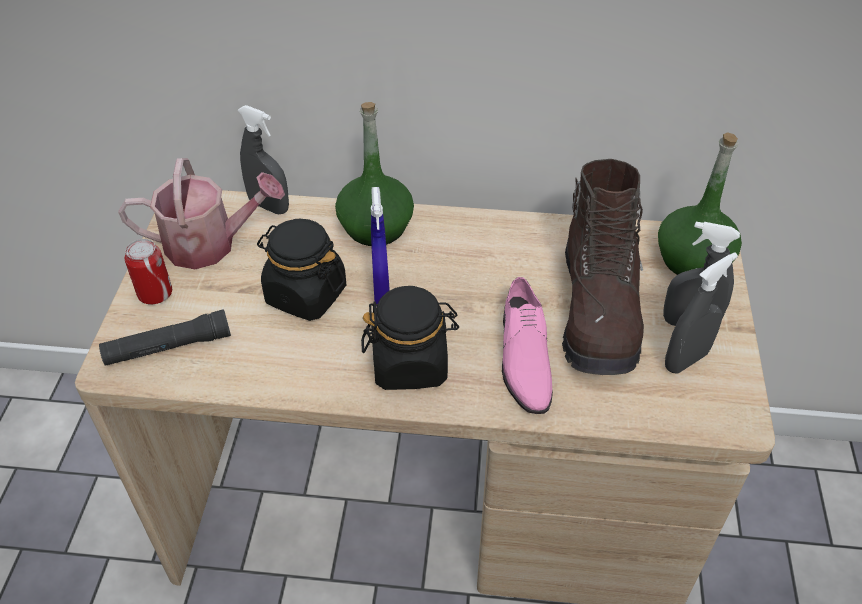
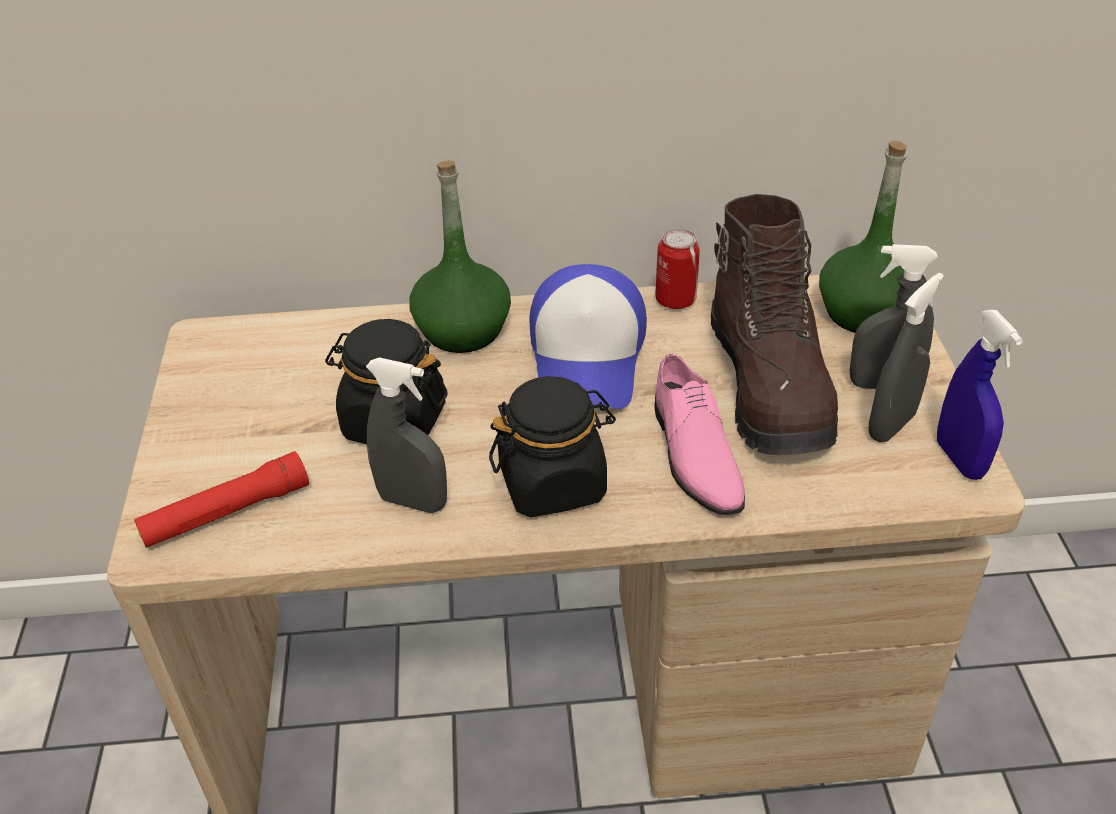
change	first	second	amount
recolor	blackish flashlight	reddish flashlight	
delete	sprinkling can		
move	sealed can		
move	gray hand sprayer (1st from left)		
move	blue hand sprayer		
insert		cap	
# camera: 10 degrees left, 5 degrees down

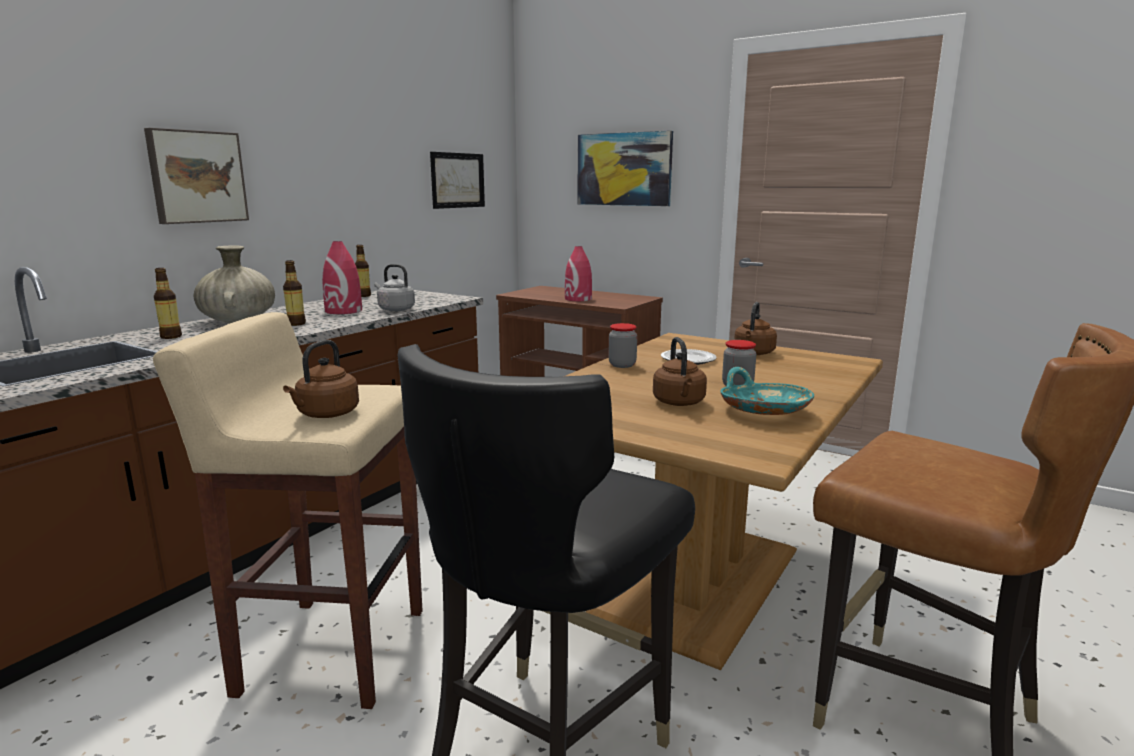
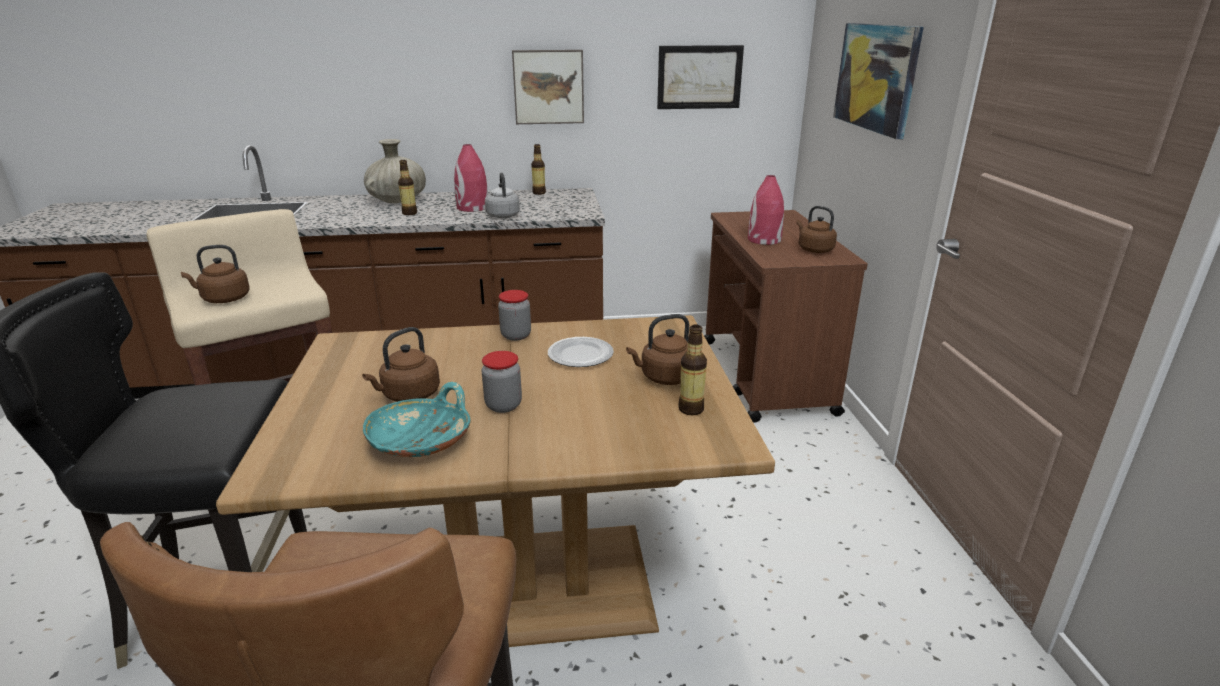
change	first	second	amount
move	picture (1st from left)		
move	beverage bottle (1st from left in the first image)	beverage bottle (3rd from left)	
insert		brown water kettle (4th from left)	
# camera: 50 degrees right, 10 degrees up

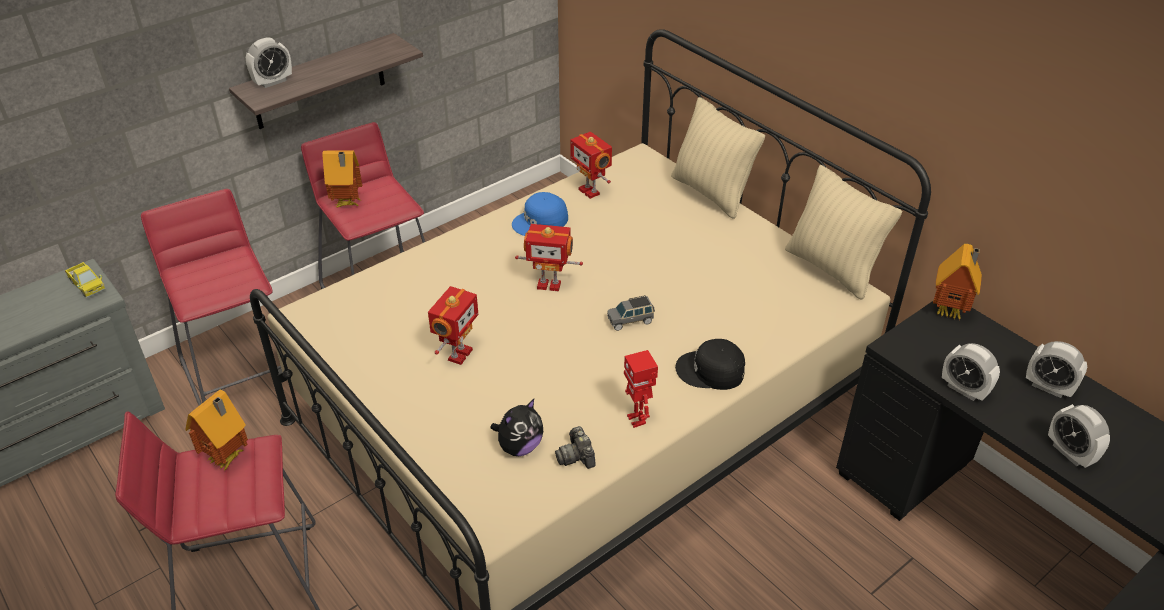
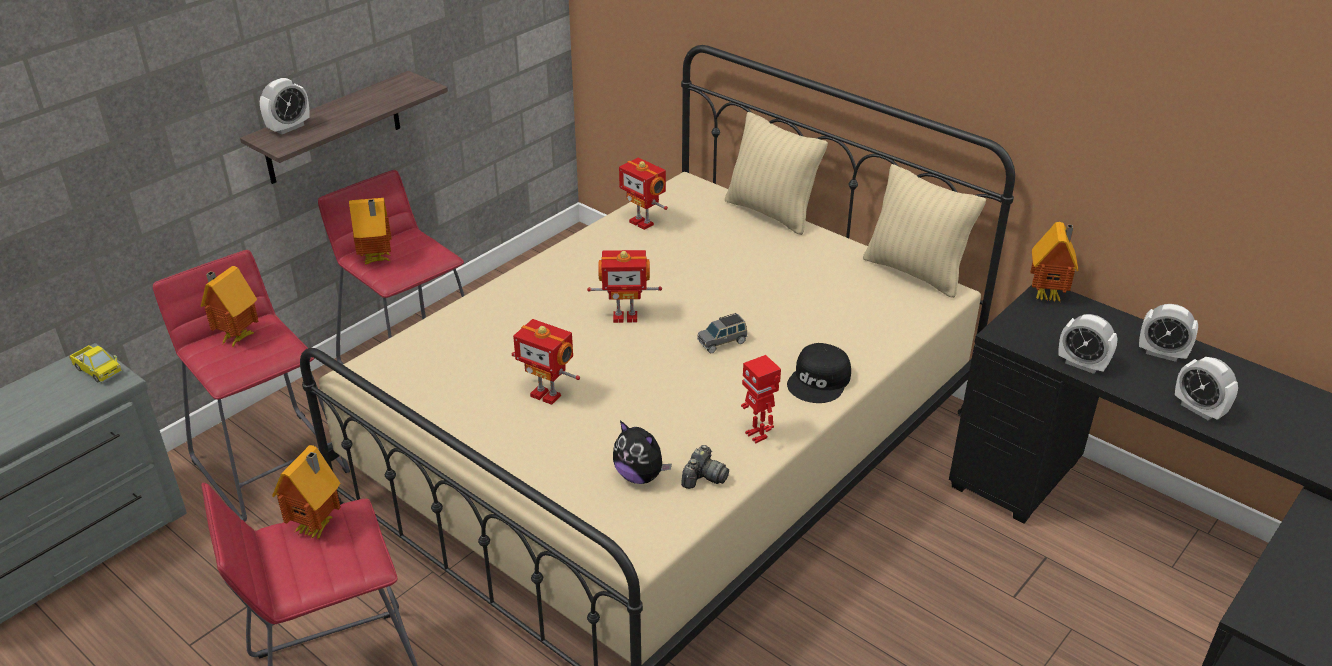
change	first	second	amount
rotate	robot figure (1st from left)		105 degrees clockwise
rotate	plush toy		90 degrees clockwise
delete	blue cap		
rotate	still camera		120 degrees counterclockwise
rotate	blackish cap		60 degrees counterclockwise
insert		model house (1st from left)	
# camera: 10 degrees left, 5 degrees down

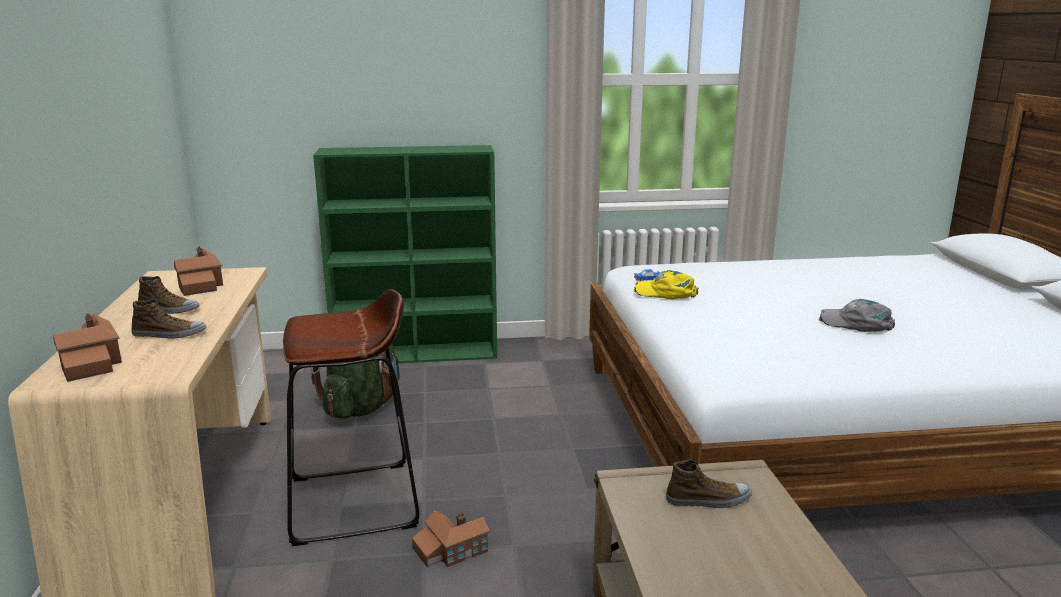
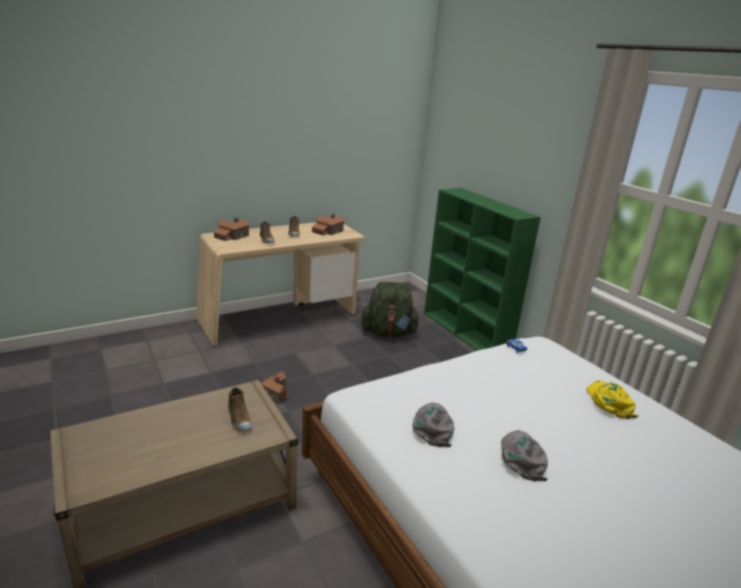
change	first	second	amount
delete	brown sitting stool		
move	yellowish cap		
insert		gray cap (1st from left)	
# camera: 65 degrees right, 5 degrees up

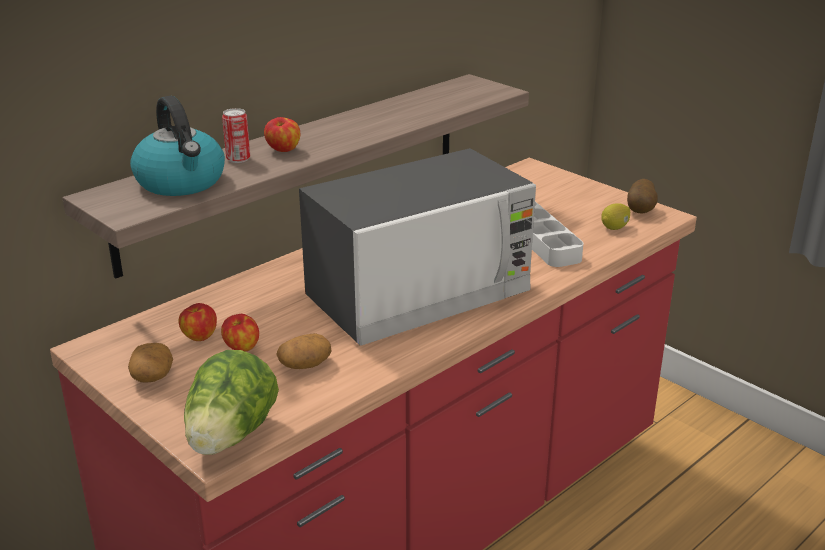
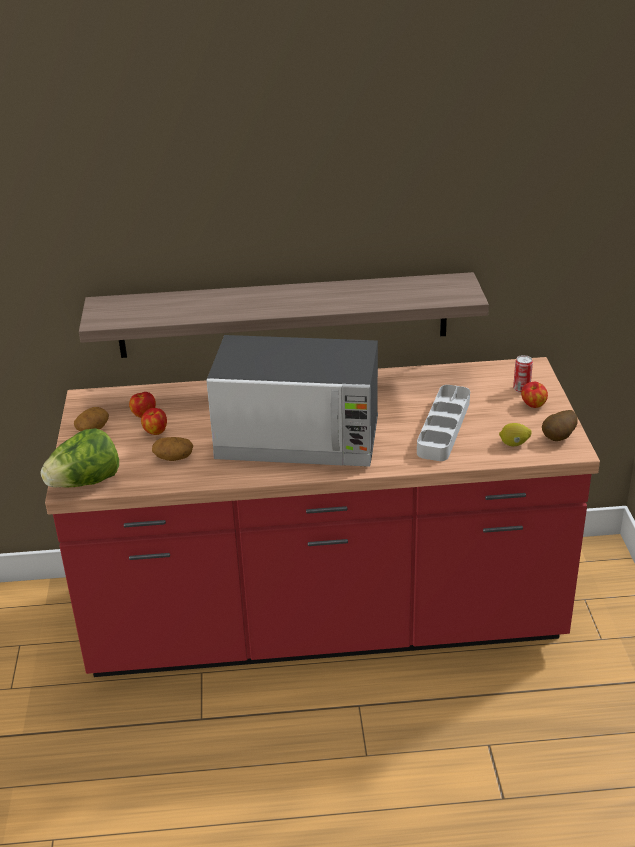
change	first	second	amount
delete	water kettle		
move	sealed can		
move	whole apple (3rd from left)		
# camera: 40 degrees right, 5 degrees up

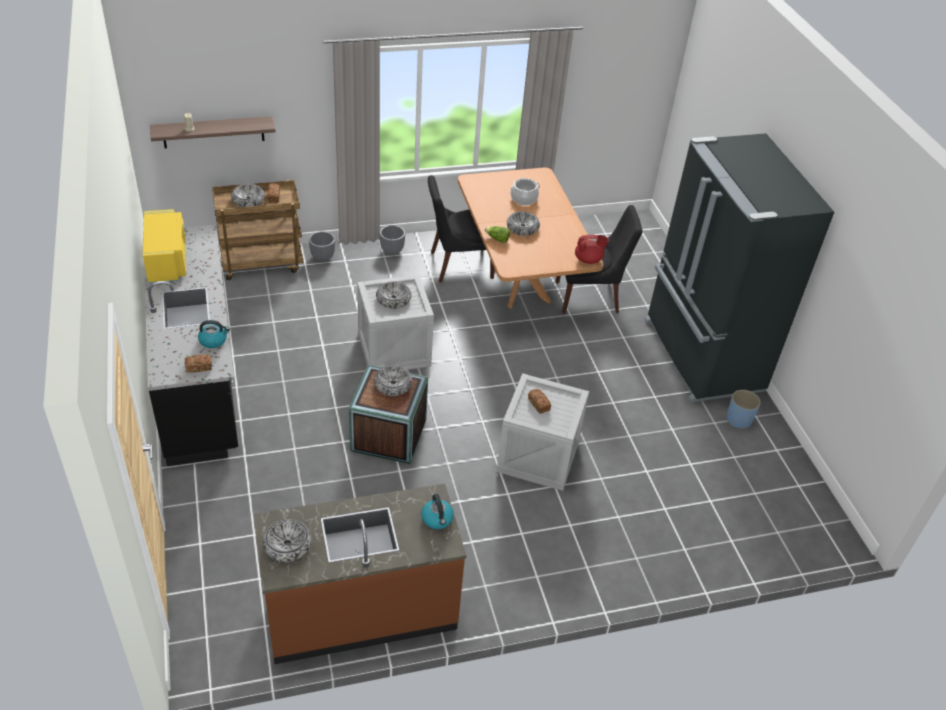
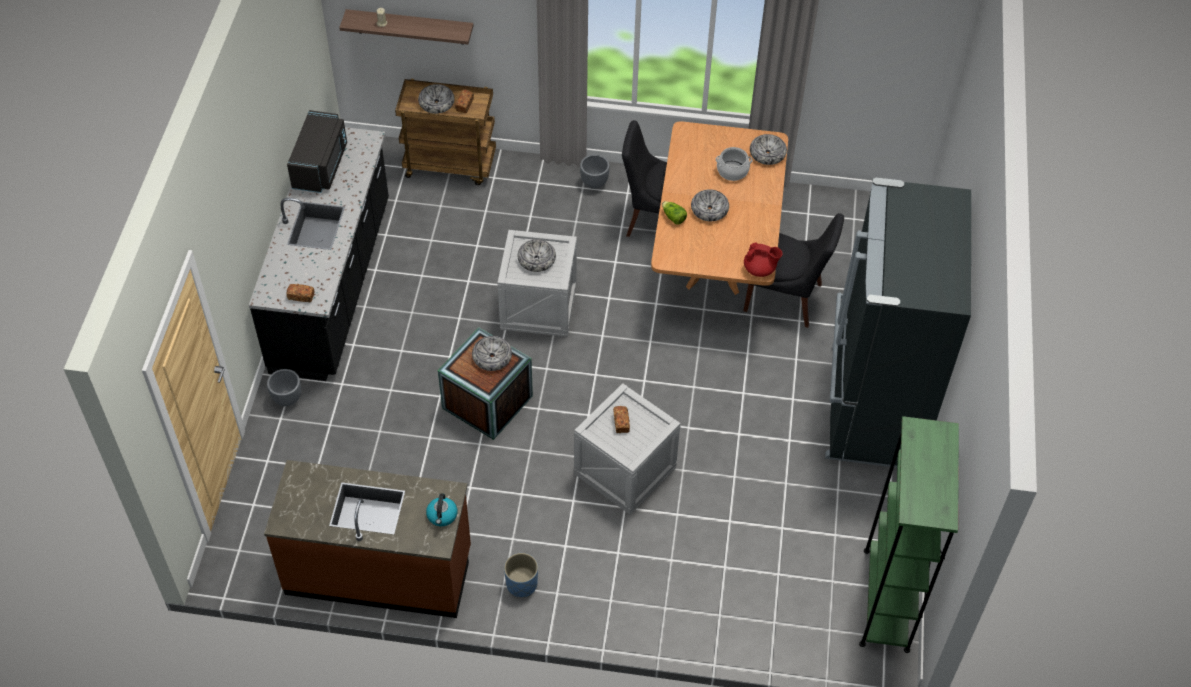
change	first	second	amount
recolor	yellowish kitchen microwave	blackish kitchen microwave	
delete	water kettle (1st from left)		
move	deep dish (2nd from left in the first image)	deep dish (5th from left)	
move	gray planter (1st from left)		
move	blue planter		
insert		greenish bookcase	
# camera: 25 degrees right, 10 degrees up

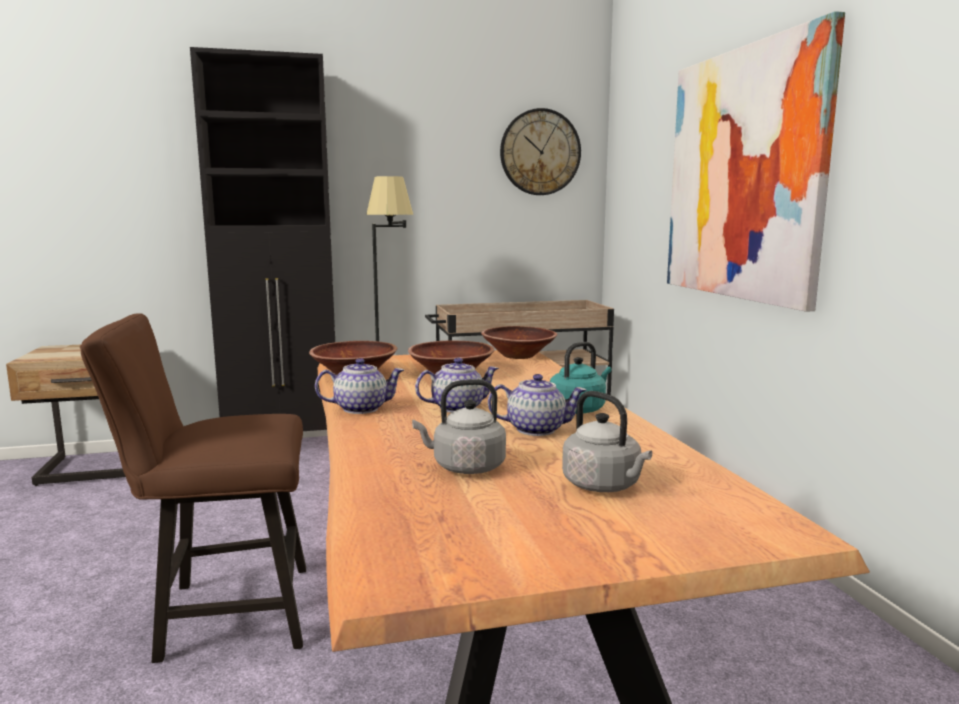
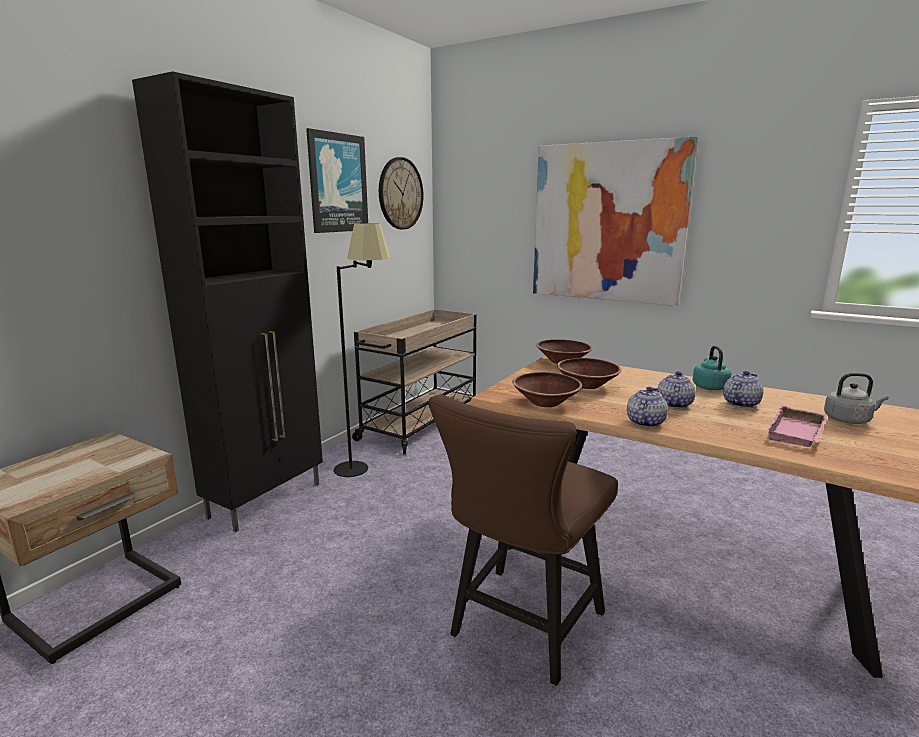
change	first	second	amount
replace	gray water kettle (1st from left)	pink-coloured serving tray	
insert		picture (1st from left)	
# camera: 45 degrees left, 5 degrees up

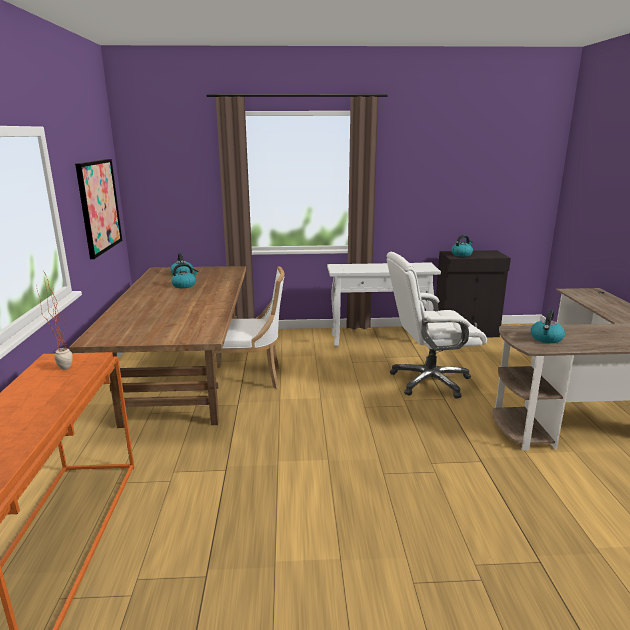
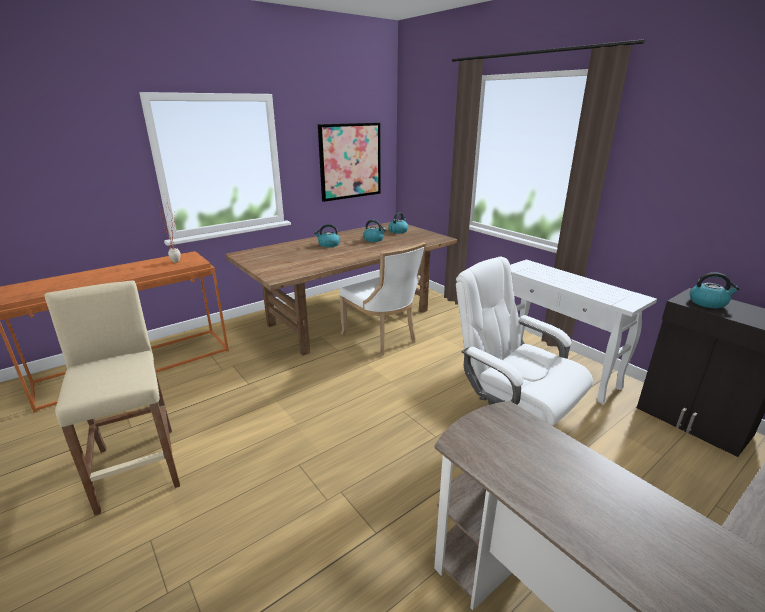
change	first	second	amount
move	water kettle (4th from left in the first image)	water kettle (1st from left)	
insert		beige sitting stool	
# camera: 55 degrees right, 5 degrees up

